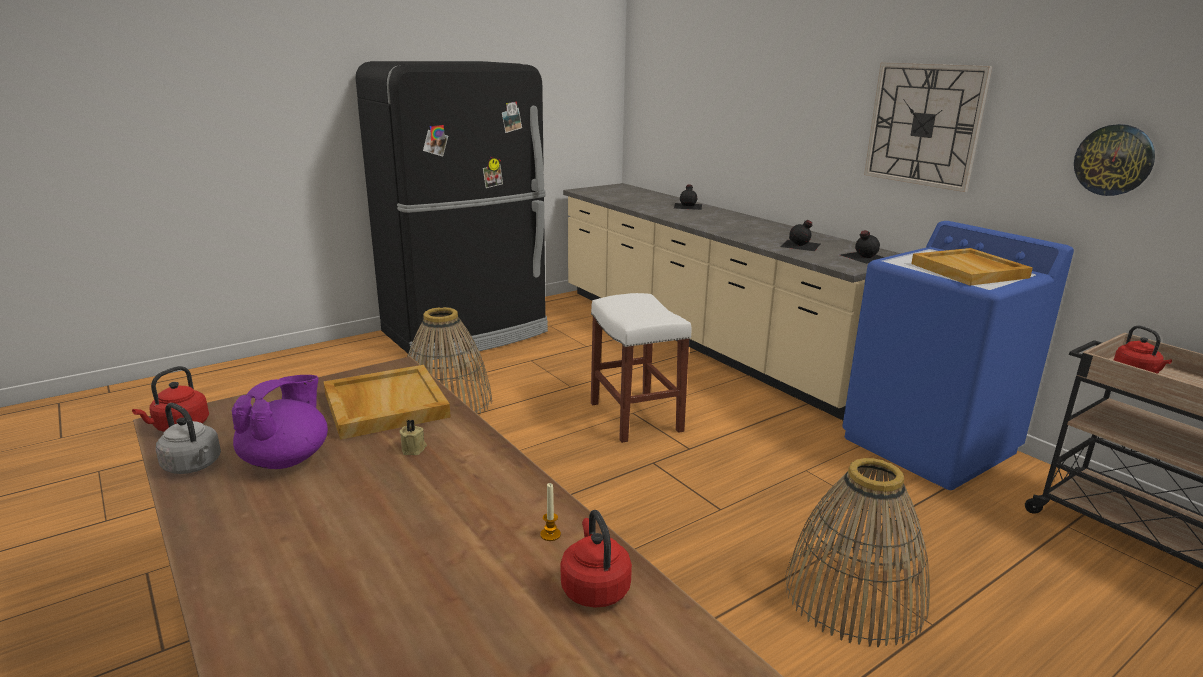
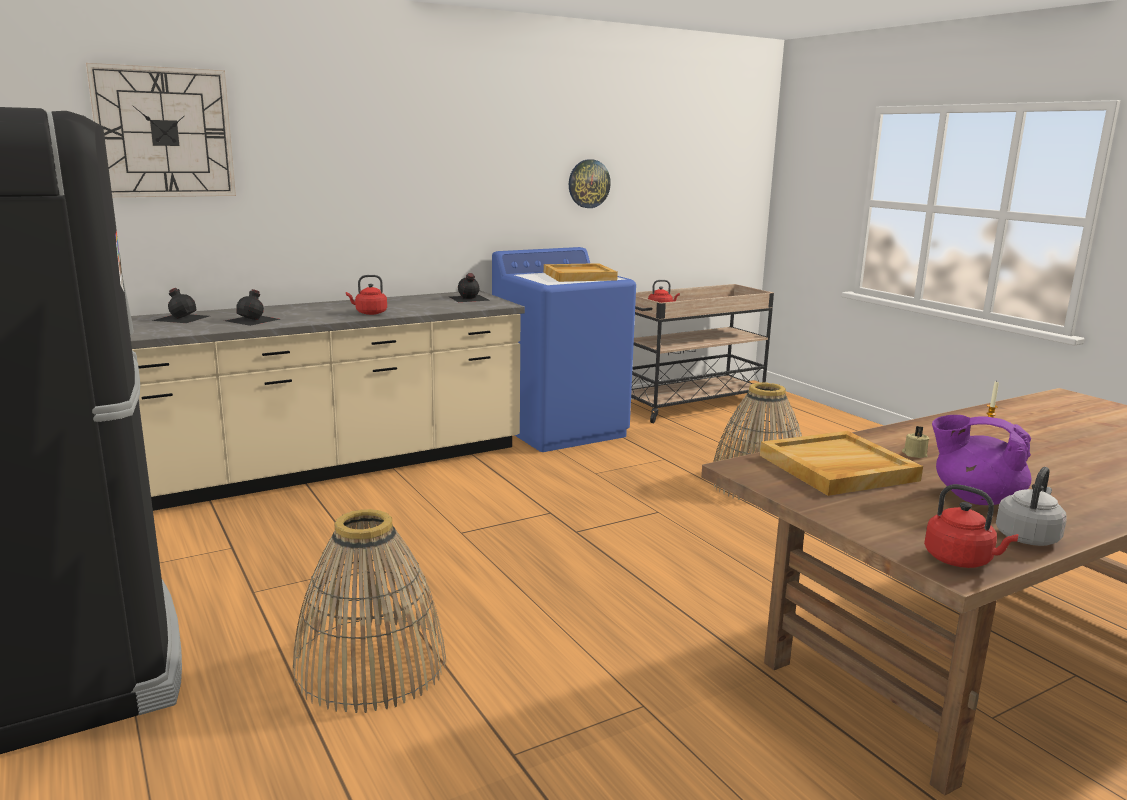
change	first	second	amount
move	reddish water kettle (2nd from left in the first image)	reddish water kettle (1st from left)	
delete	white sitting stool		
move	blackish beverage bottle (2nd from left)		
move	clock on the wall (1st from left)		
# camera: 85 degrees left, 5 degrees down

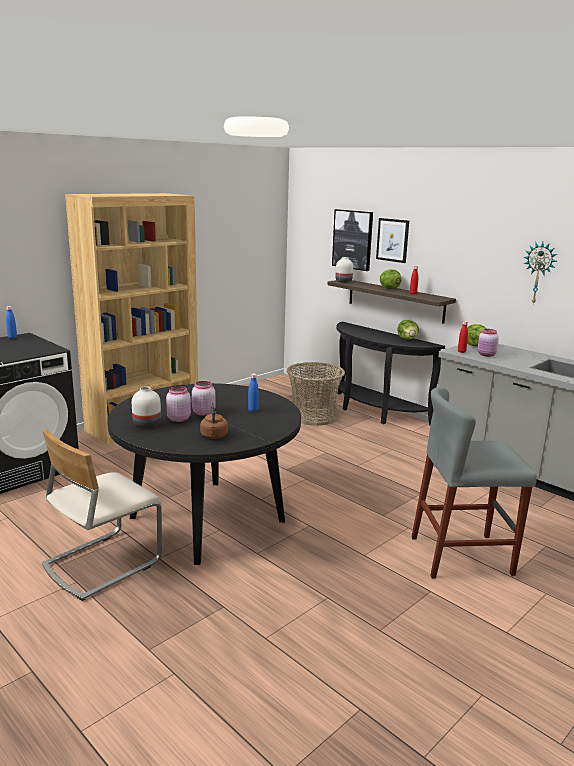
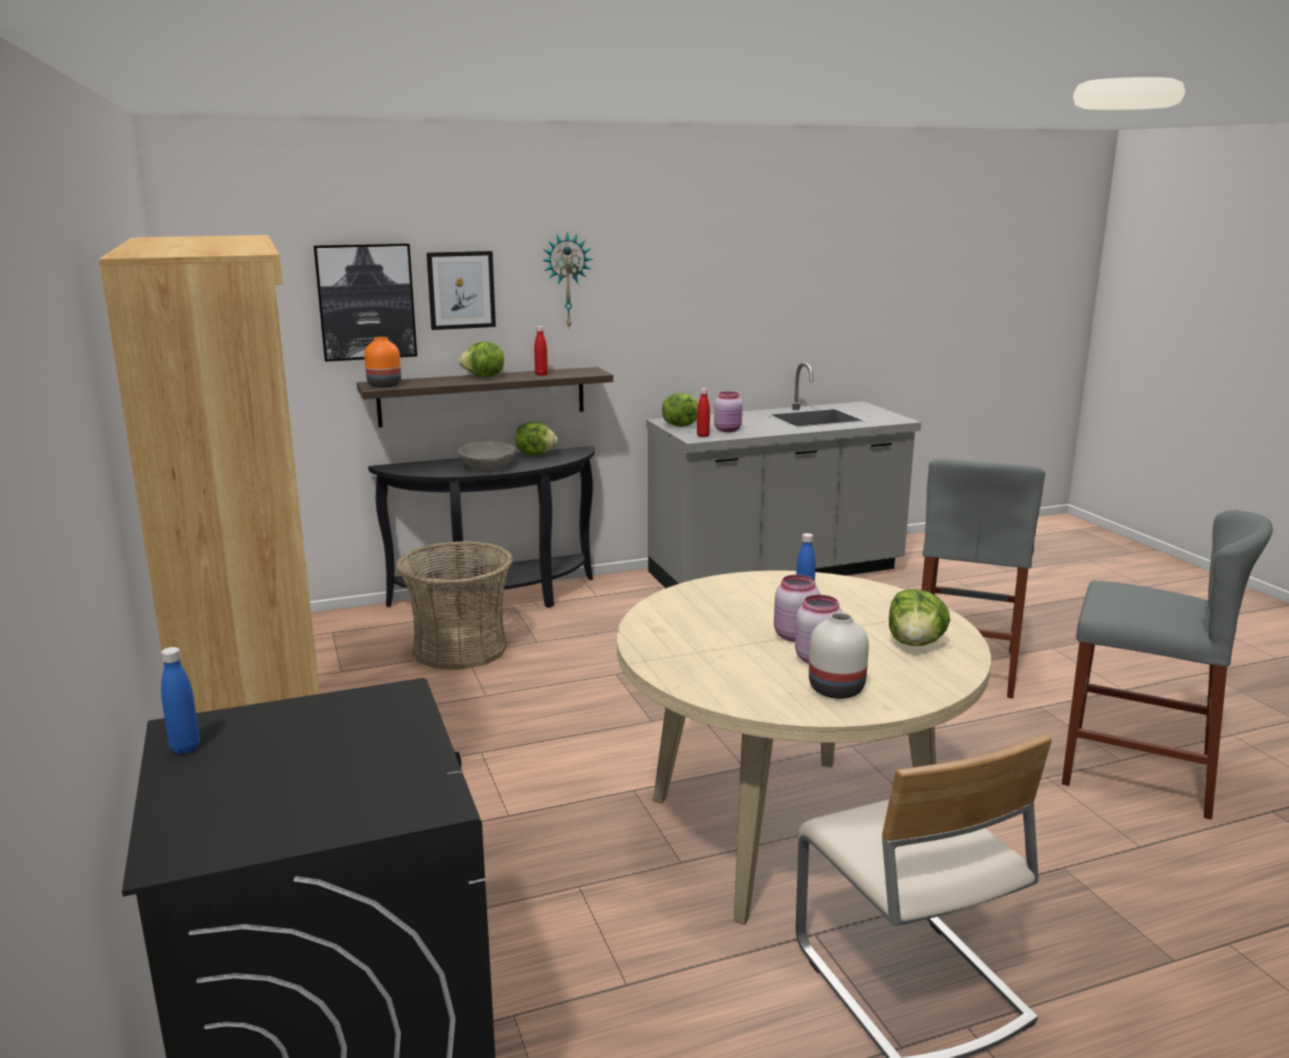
change	first	second	amount
recolor	blackish dinner table	beige dinner table	
replace	brown water kettle	head of lettuce (4th from left)	
recolor	white flower vase (2nd from left)	orange-coloured flower vase	
move	clock on the wall		
insert		gray deep dish	
insert		gray sitting stool (2nd from left)	
# camera: 65 degrees left, 0 degrees up

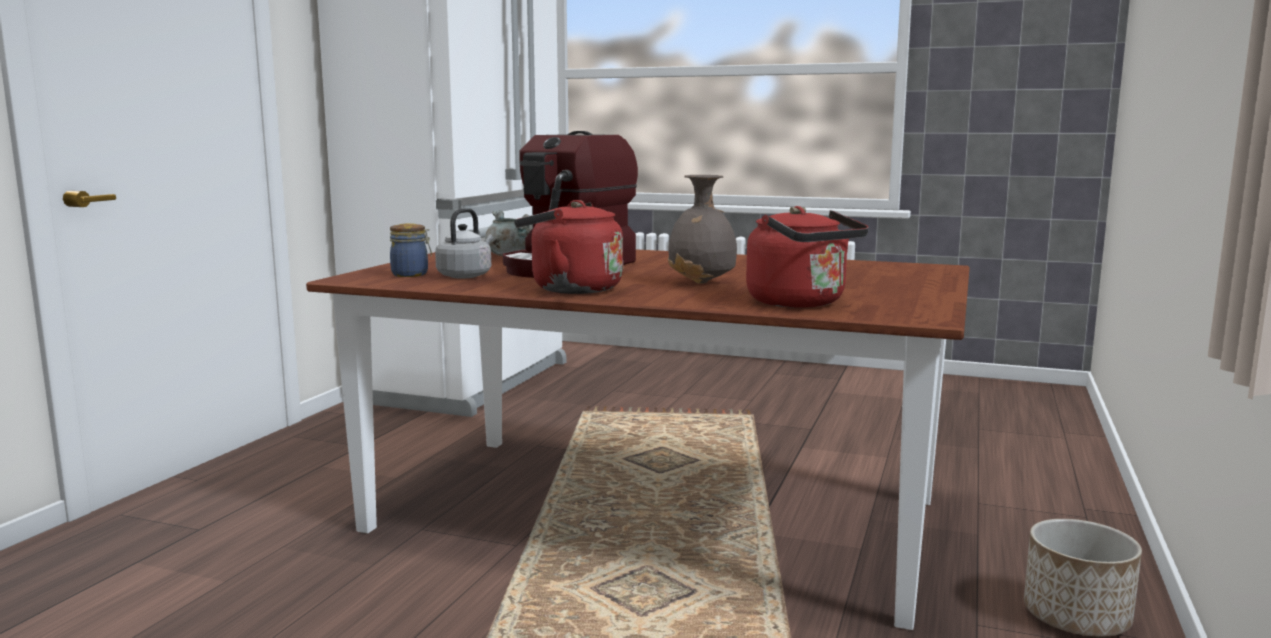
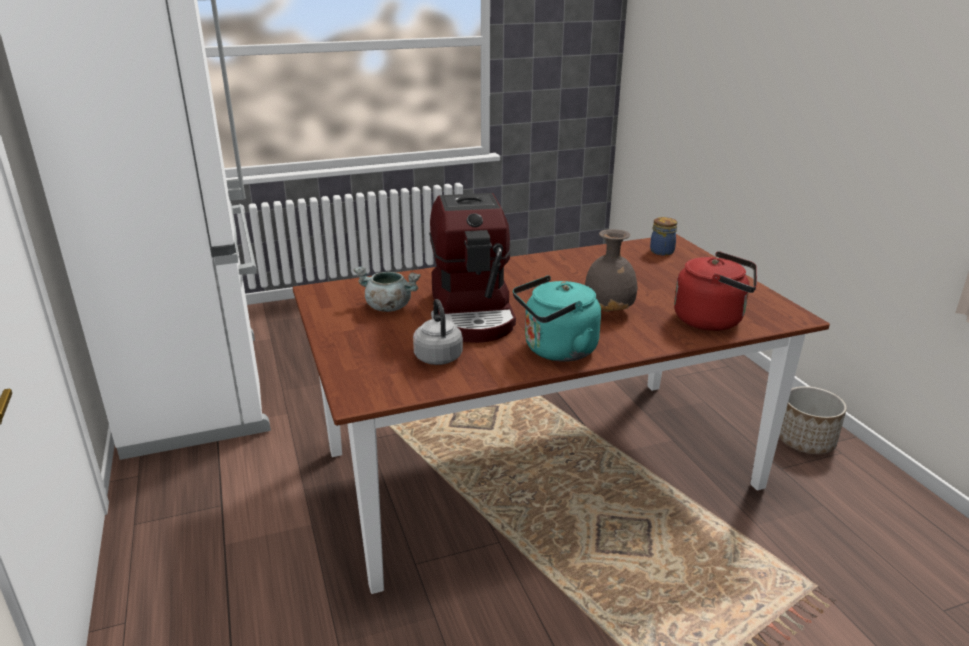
change	first	second	amount
move	storage jar		
recolor	reddish water kettle (1st from left)	turquoise water kettle	
# camera: 40 degrees left, 15 degrees up

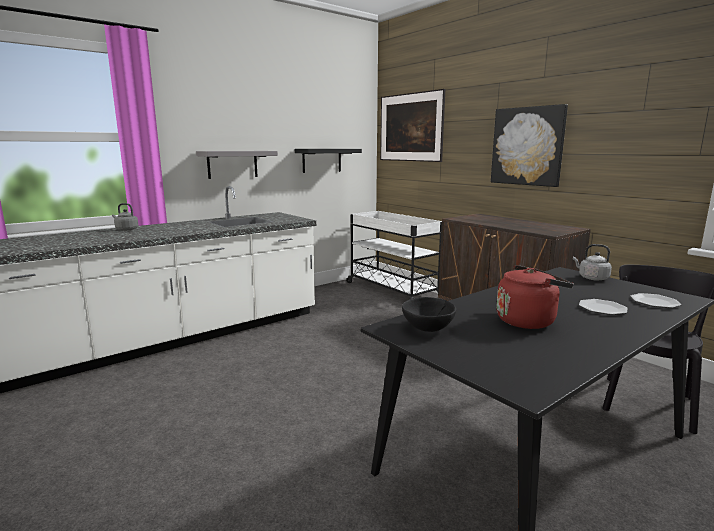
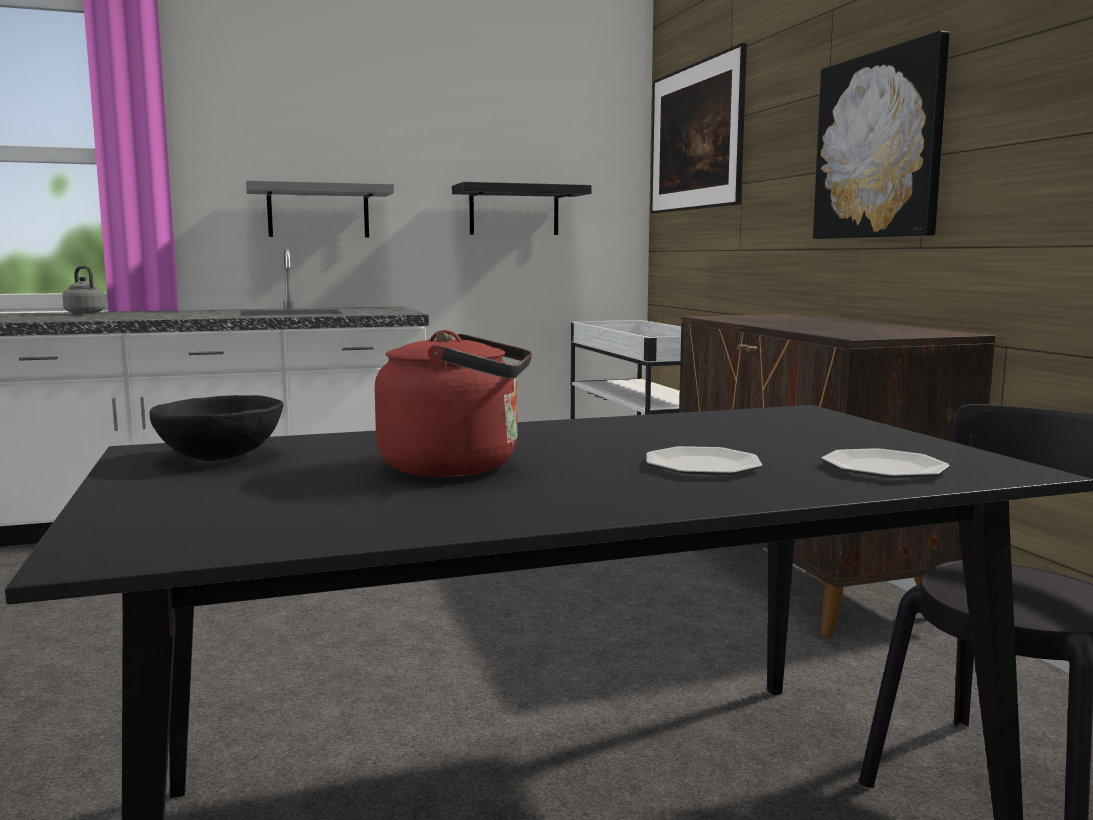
change	first	second	amount
delete	gray water kettle (2nd from left)		
# camera: 20 degrees right, 5 degrees down

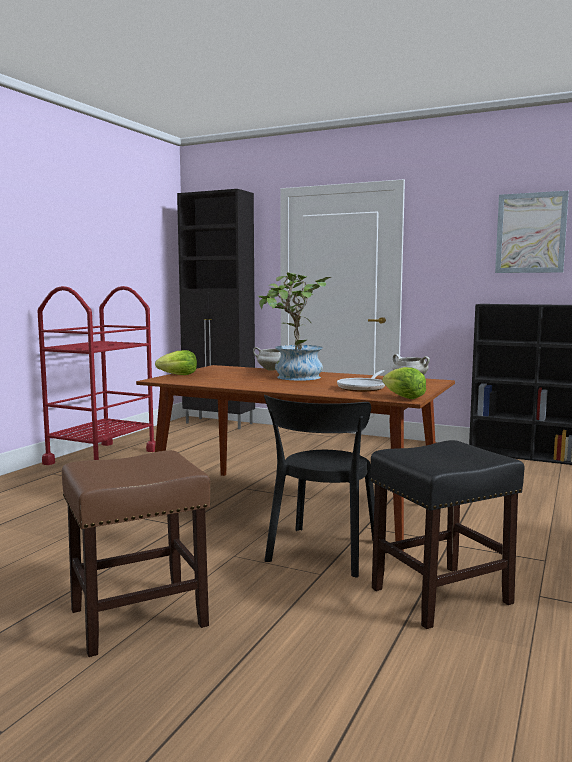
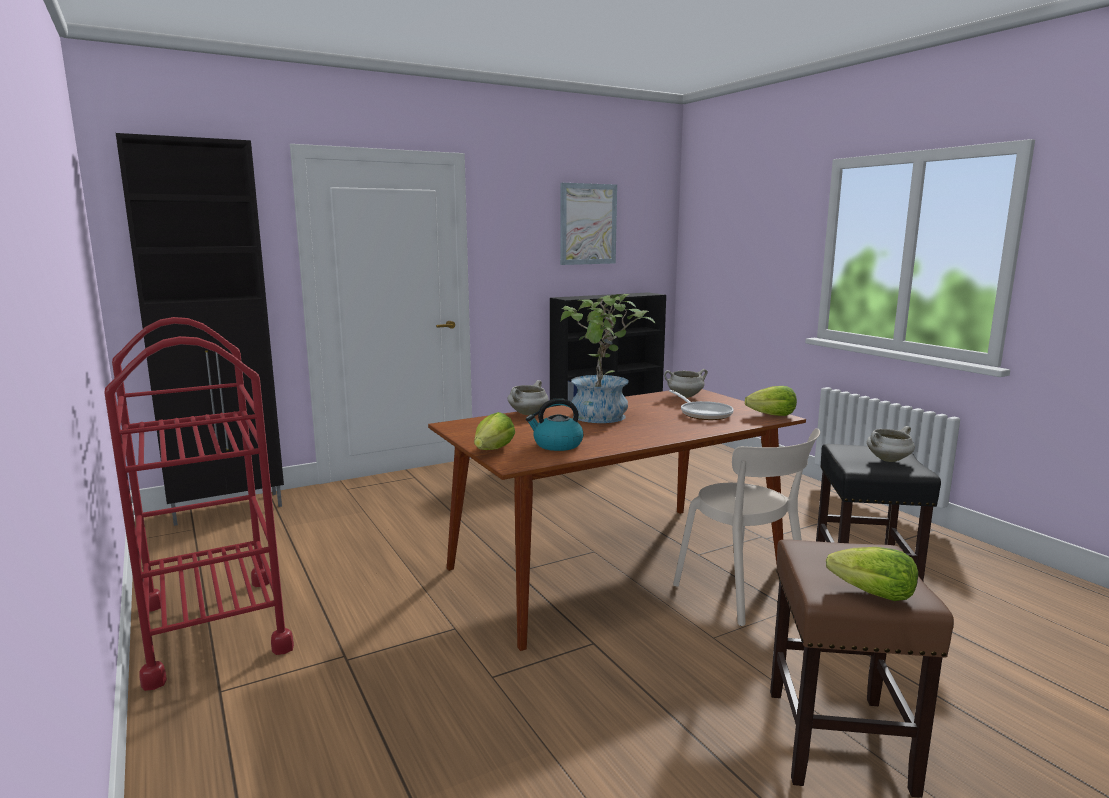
change	first	second	amount
recolor	blackish upright chair	beige upright chair	
insert		water kettle	
insert		head of lettuce (3rd from left)	
insert		white stockpot (3rd from left)	
# camera: 55 degrees left, 5 degrees up

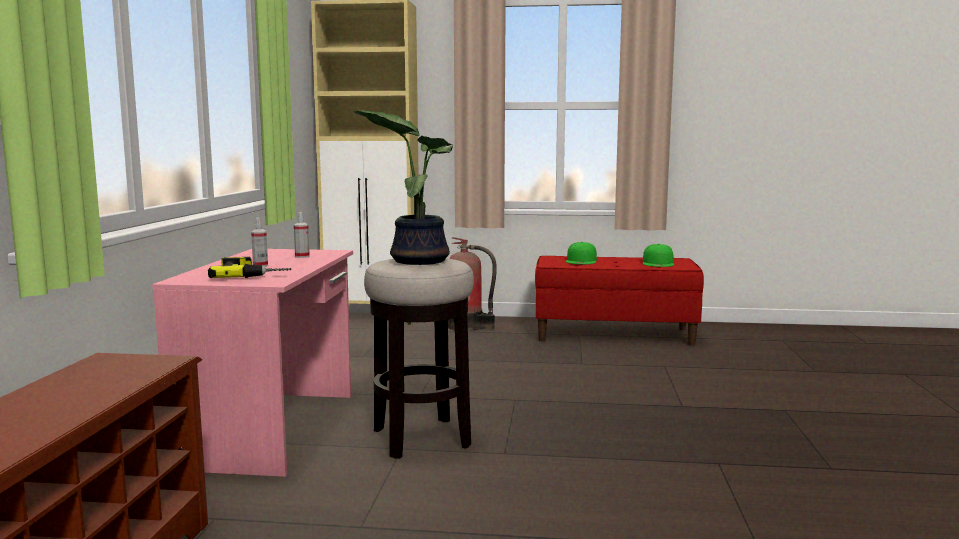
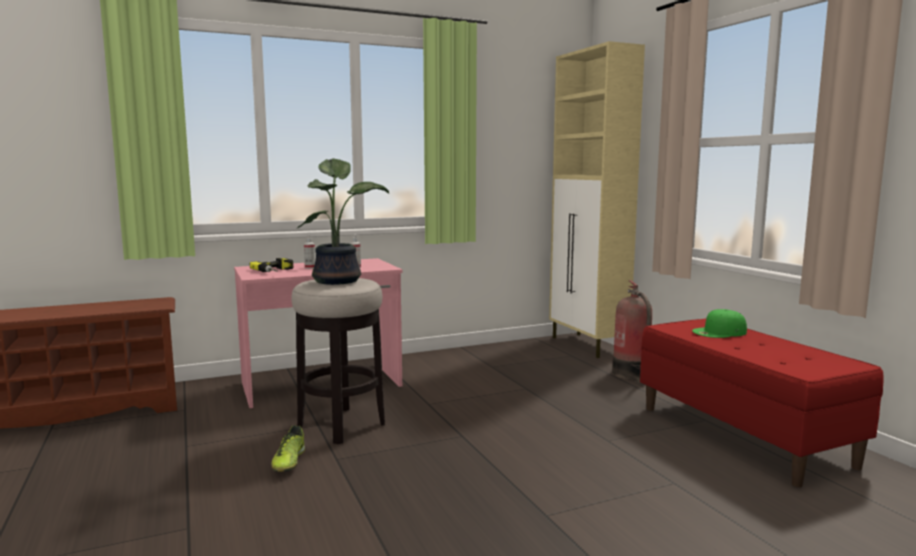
change	first	second	amount
delete	greenish cap (2nd from left)		
insert		low shoe	
# camera: 60 degrees right, 0 degrees up

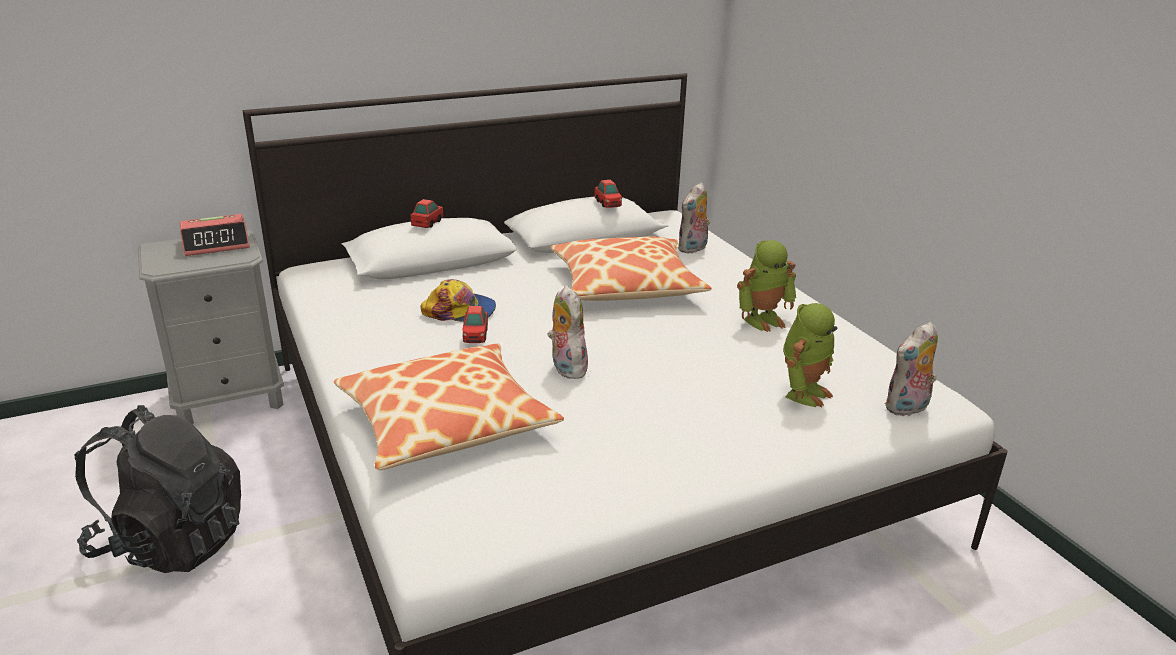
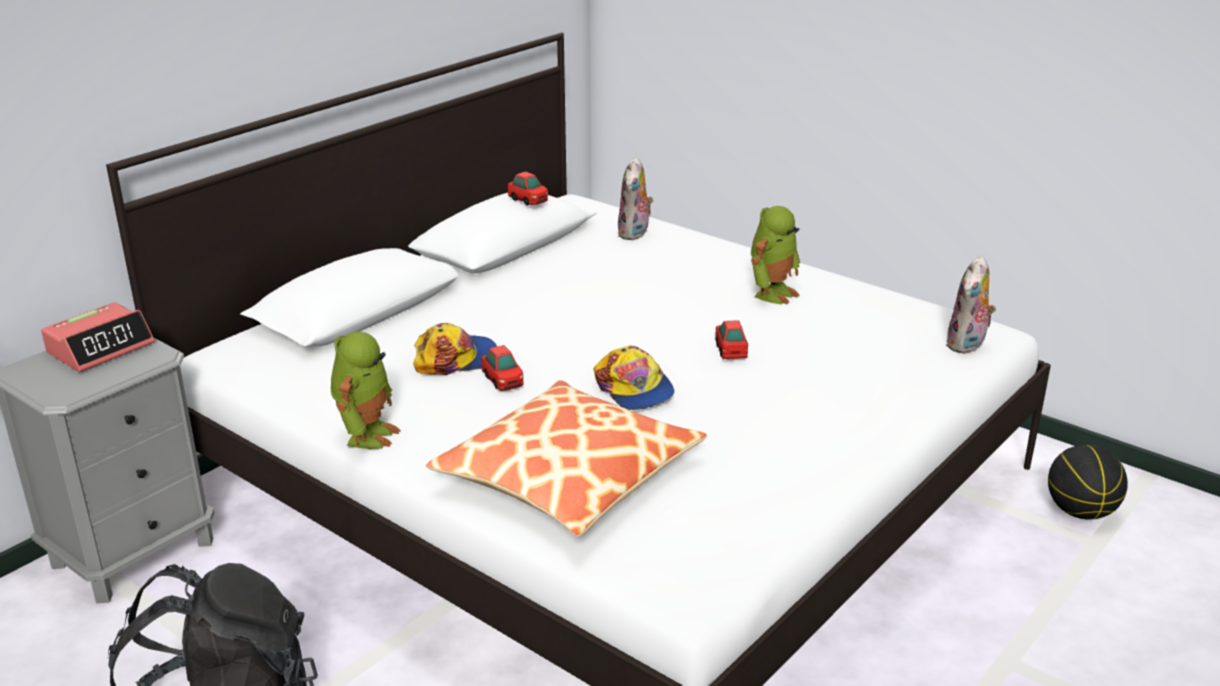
change	first	second	amount
move	toy car (1st from left in the first image)	toy car (3rd from left)	
replace	plush toy (1st from left)	cap (2nd from left)	
delete	pillow (2nd from left)		
move	robot figure (2nd from left in the first image)	robot figure (1st from left)	
insert		basketball	
# camera: 25 degrees left, 0 degrees up

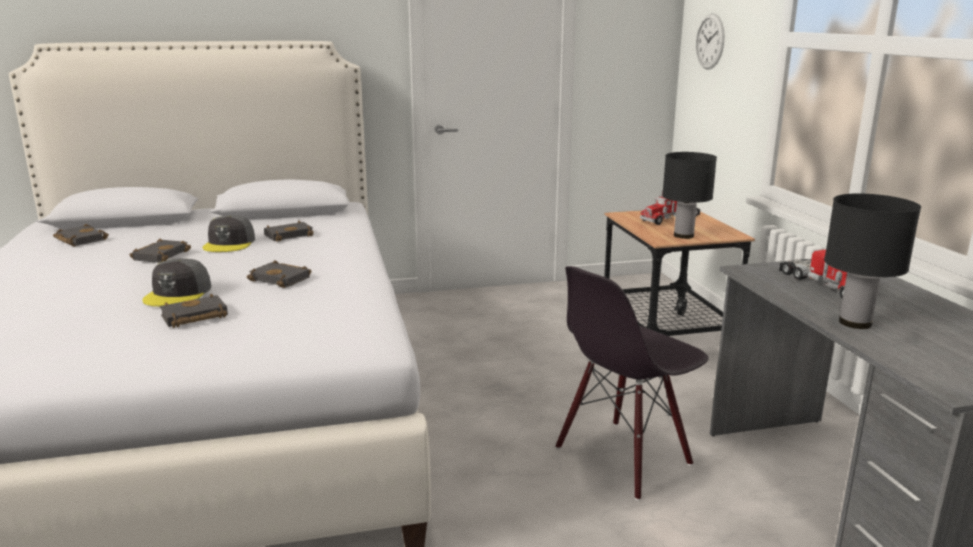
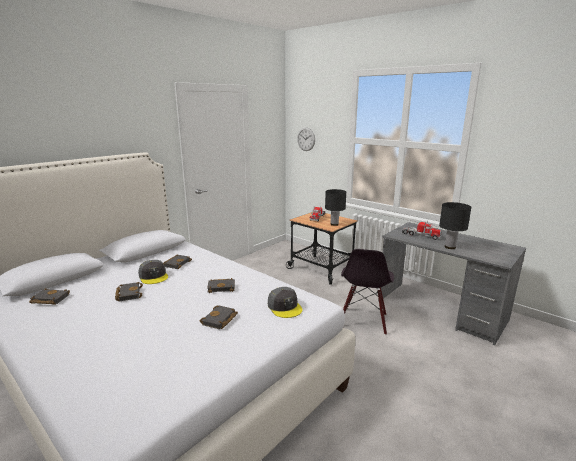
change	first	second	amount
move	gray cap (1st from left in the first image)	gray cap (2nd from left)	
# camera: 35 degrees left, 0 degrees up

